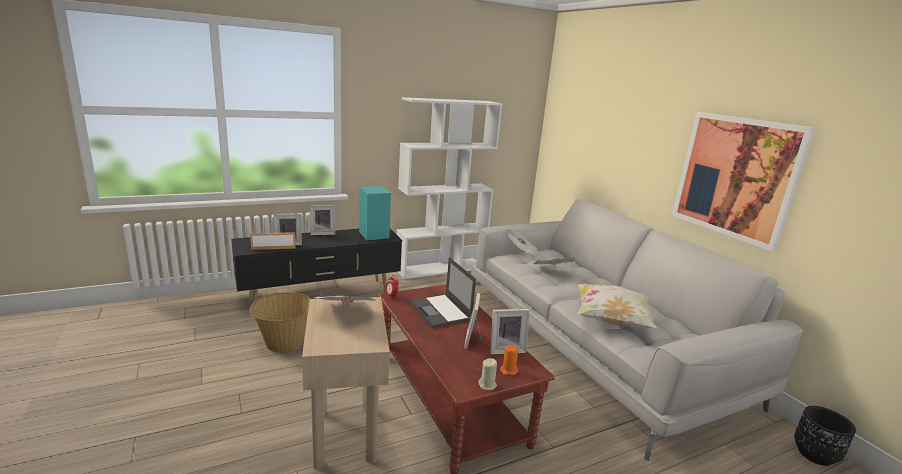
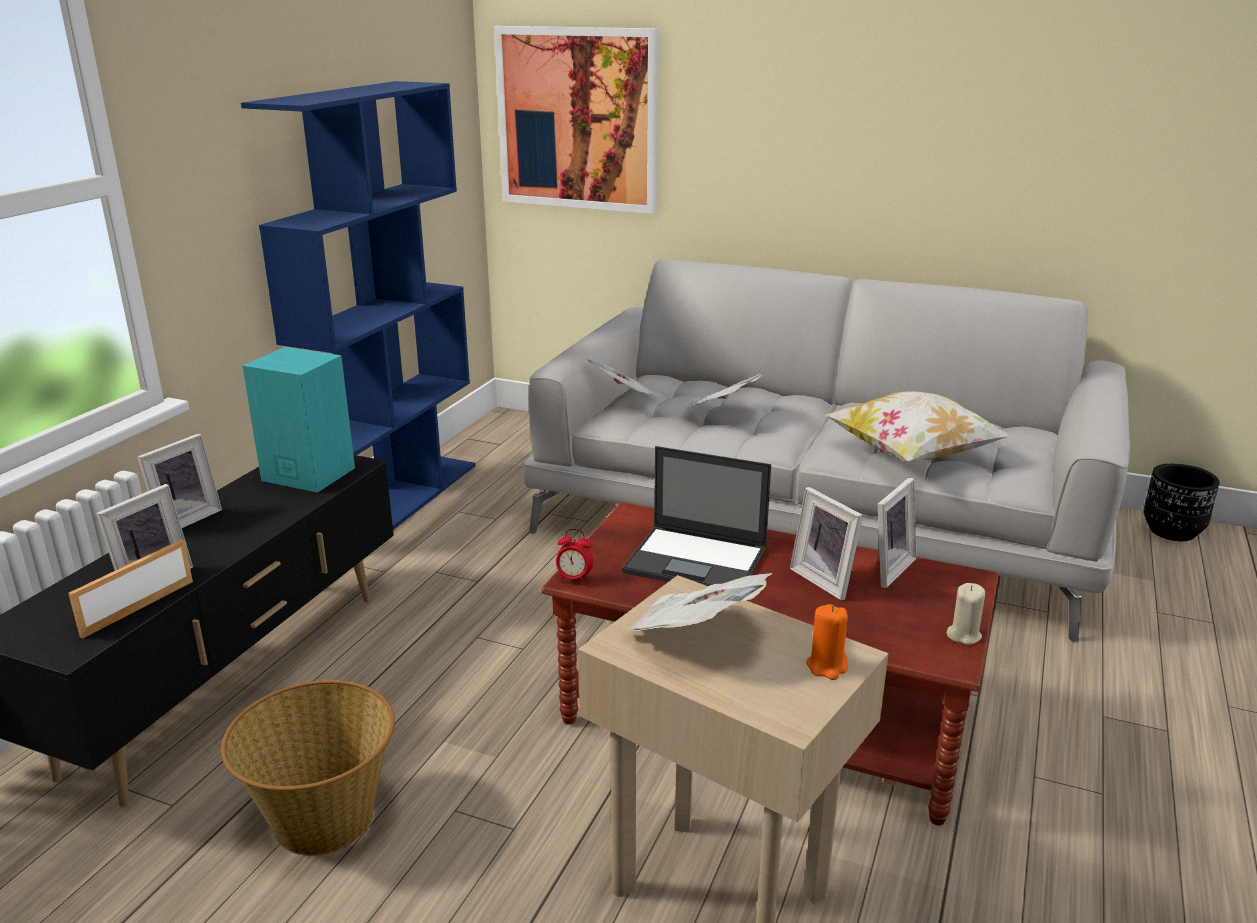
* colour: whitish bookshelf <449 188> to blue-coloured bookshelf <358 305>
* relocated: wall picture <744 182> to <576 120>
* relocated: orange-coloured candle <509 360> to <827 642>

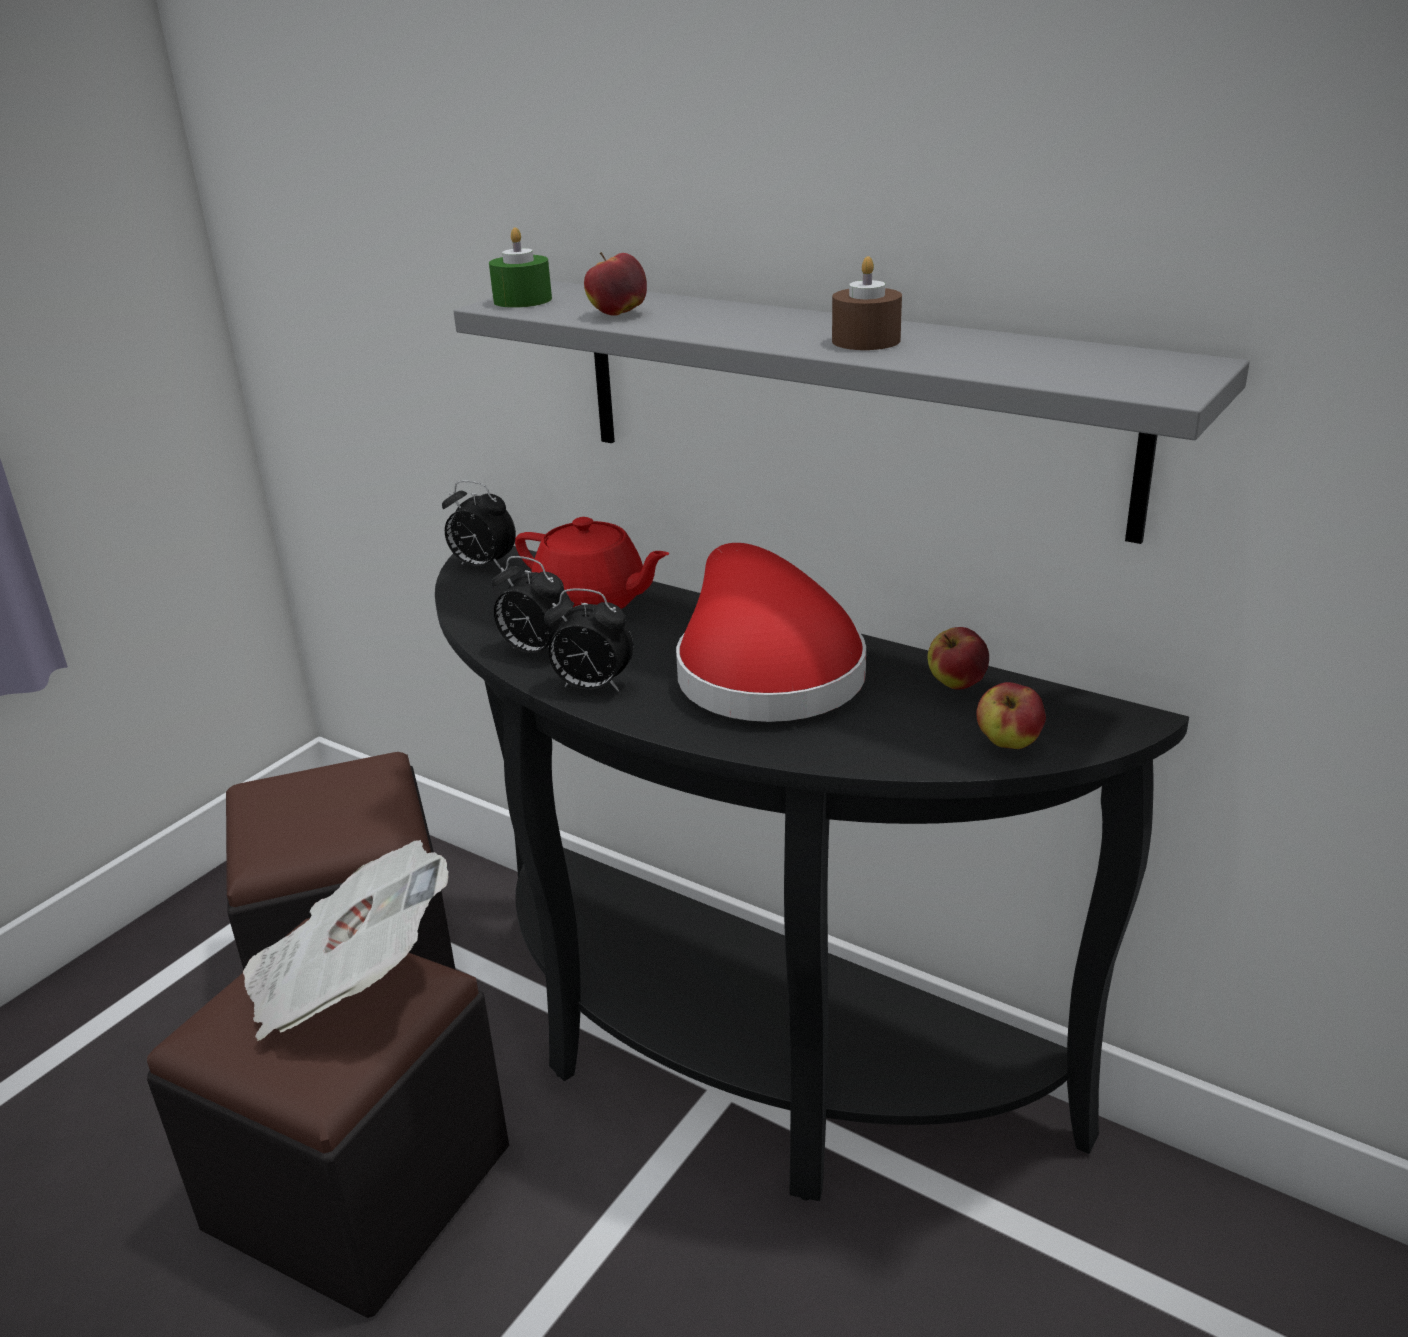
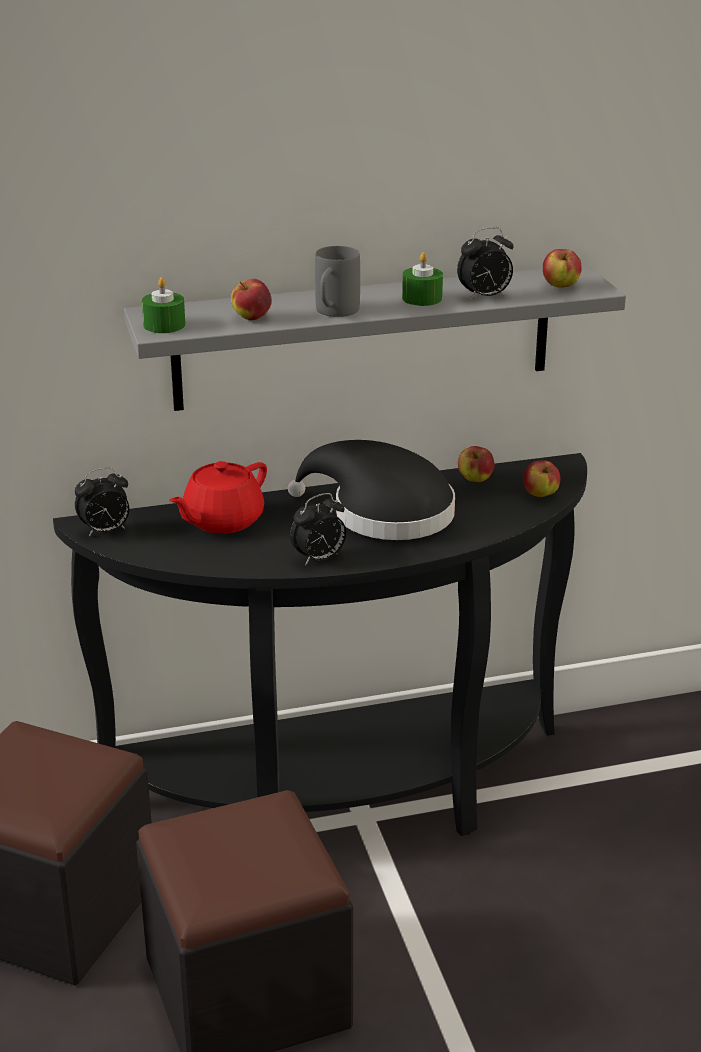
* colour: brown candle <867 303> to green-coloured candle <422 279>
* spun: red teapot <592 563> = <218 497> 150 degrees clockwise
* colour: red hat <771 632> to black-coloured hat <371 490>
* relocated: alarm clock <532 604> to <485 263>
* missing: newspaper <346 940>
* appeared: grey coffee mug <337 281>
* appeared: whole apple <562 268>

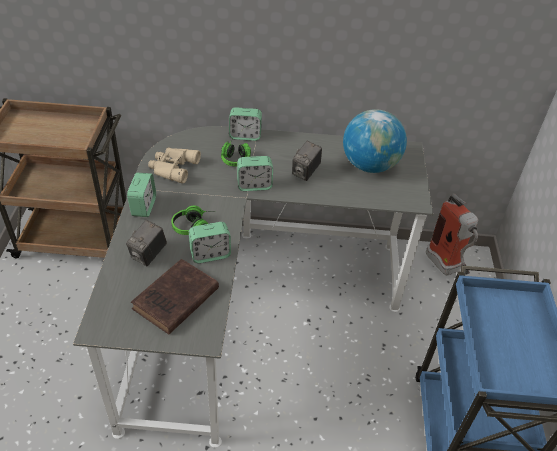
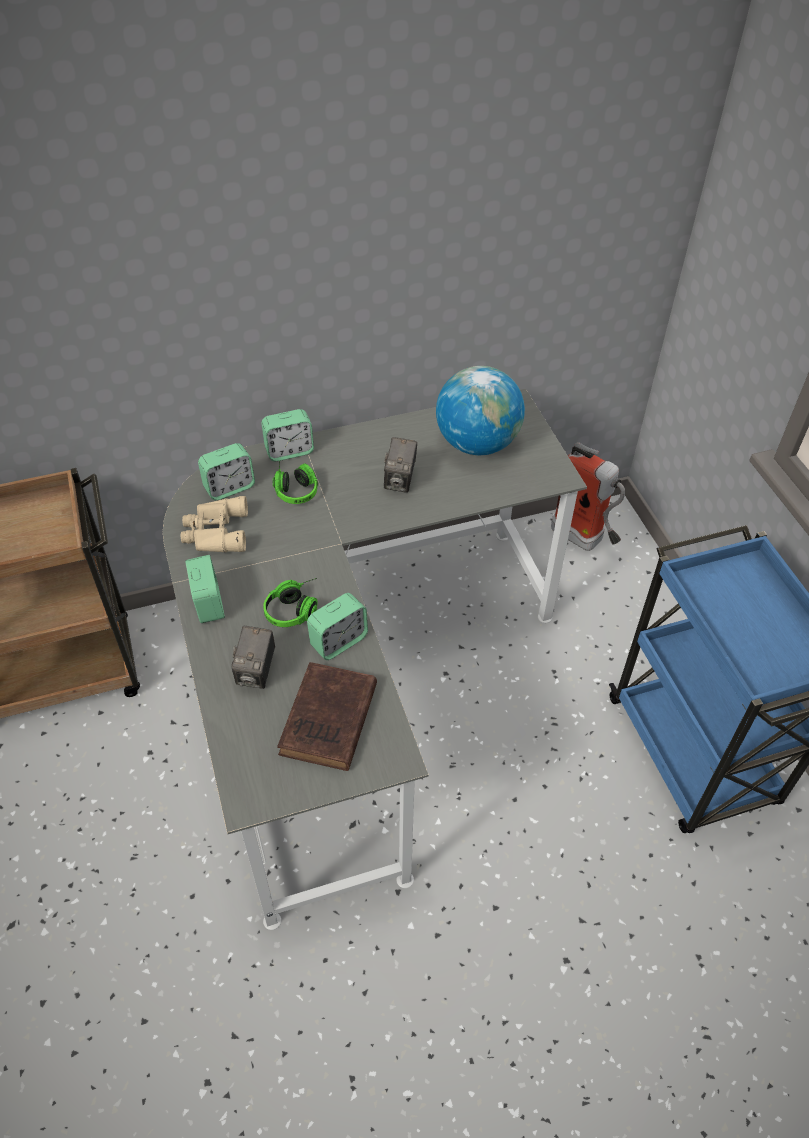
* relocated: alarm clock <255 173> to <226 471>

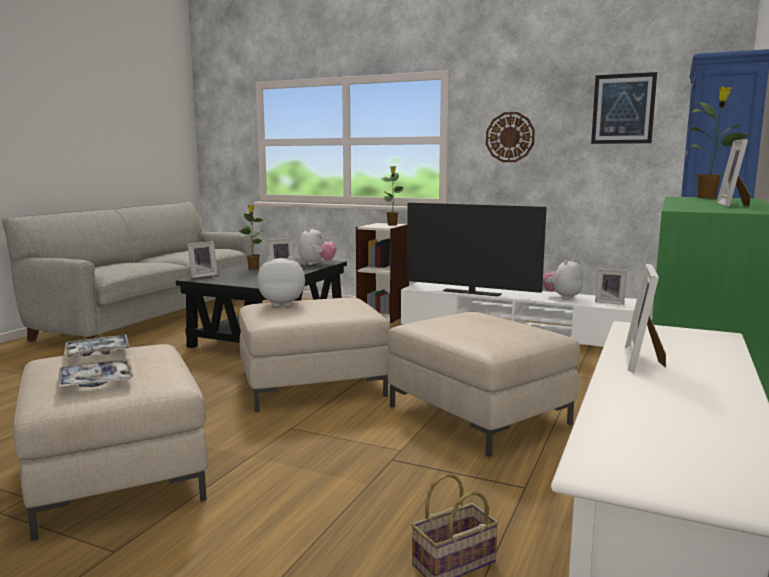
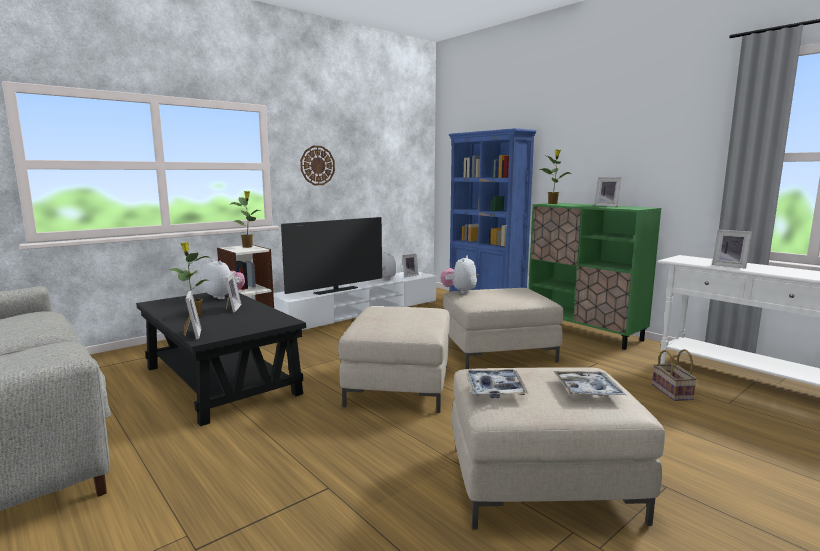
* missing: wall picture <624 108>
* relocated: plush toy <281 281> to <458 275>

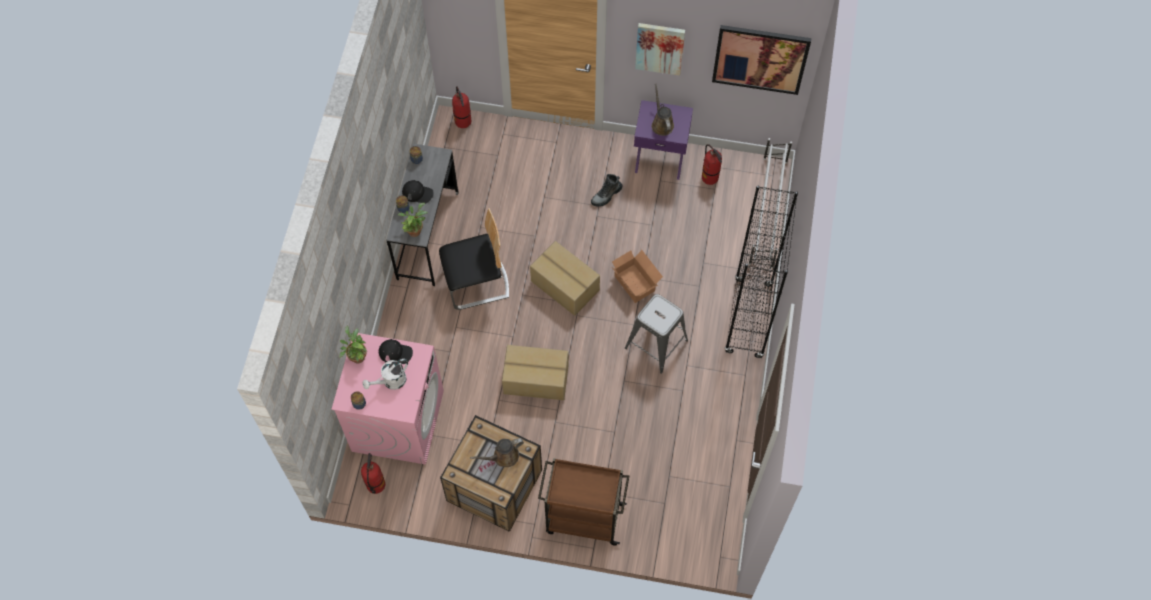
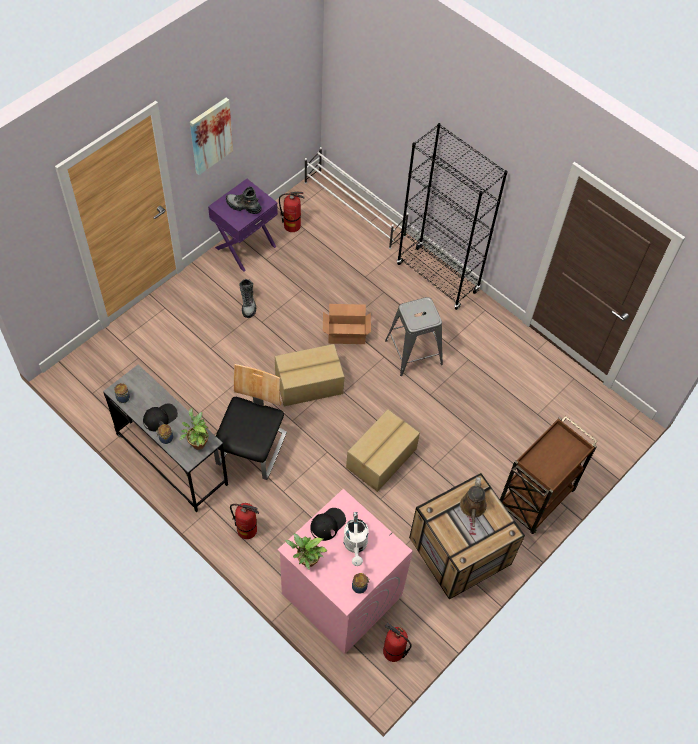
* missing: wall picture <762 60>
* exchanged: brown watering can <663 110> to boot <244 200>
* relocated: extinguisher <461 107> to <244 521>

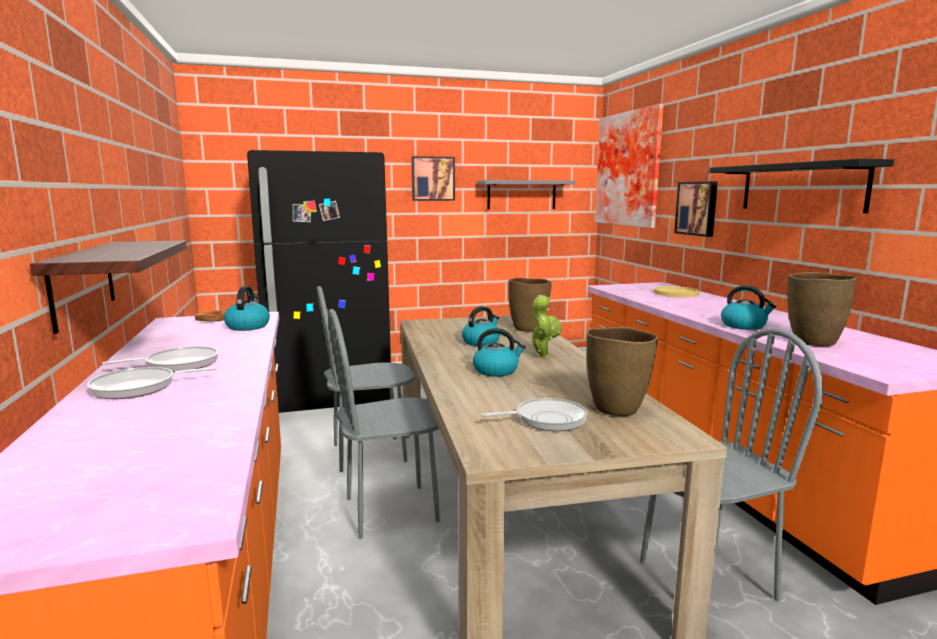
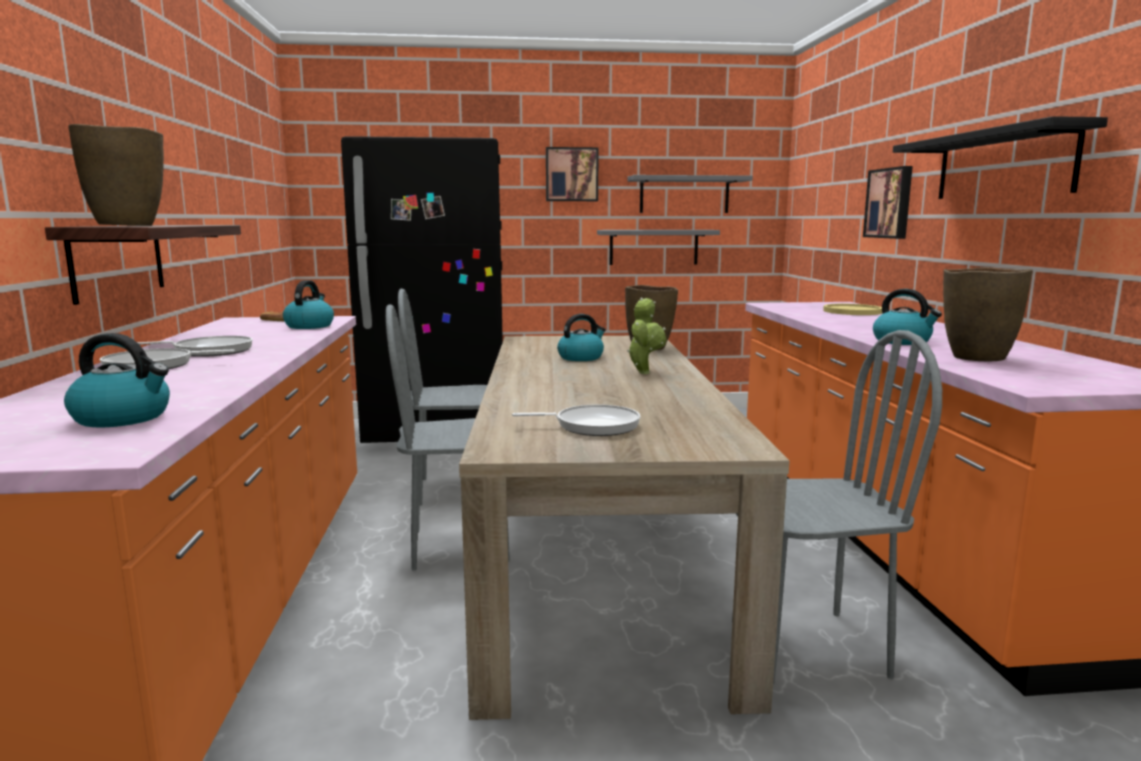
* missing: wall picture <629 166>
* relocated: brown vase <622 371> to <116 175>
* relocated: tea kettle <499 352> to <117 380>
* appeared: grey wall shelf <658 247>

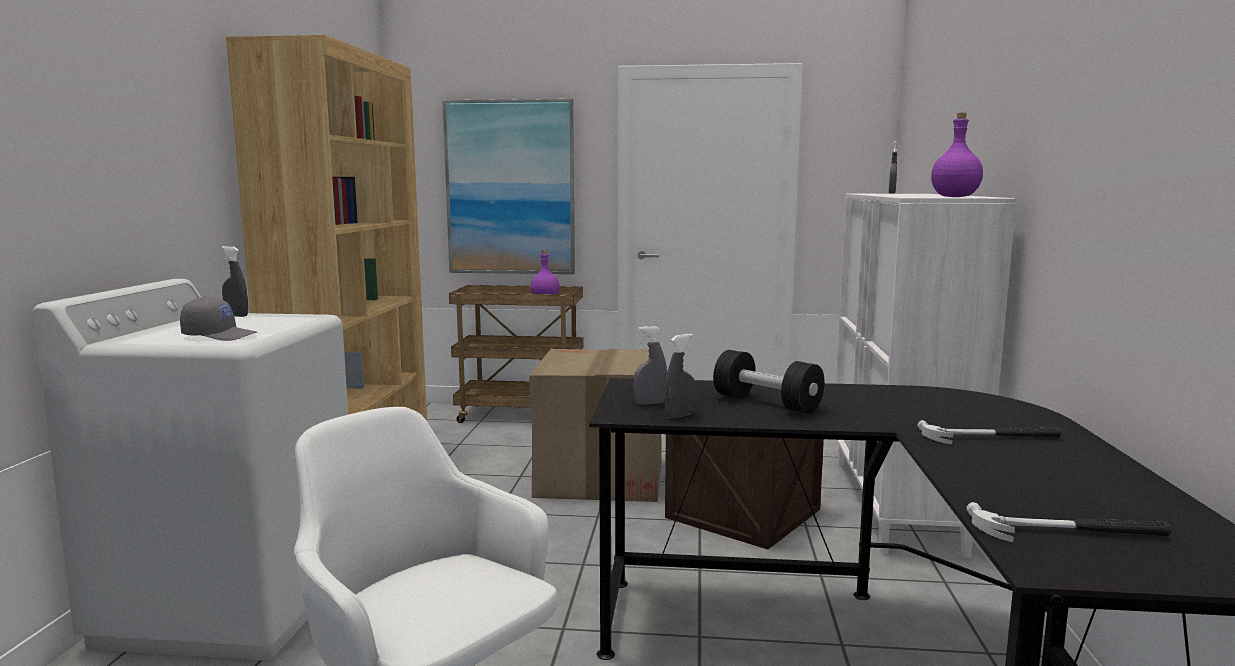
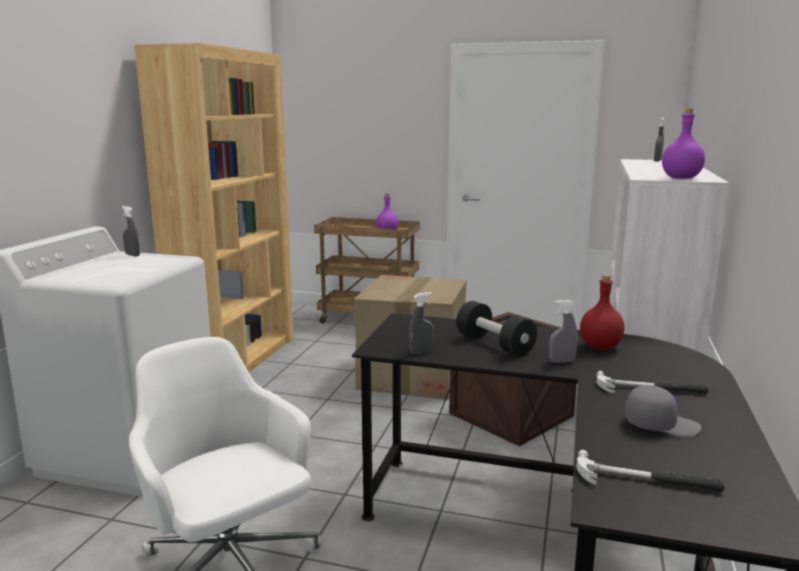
* missing: wall picture <509 186>
* relocated: grey cap <218 318> to <663 411>
* relocated: grey sprayer <650 365> to <563 331>
* appeared: red bottle <602 312>

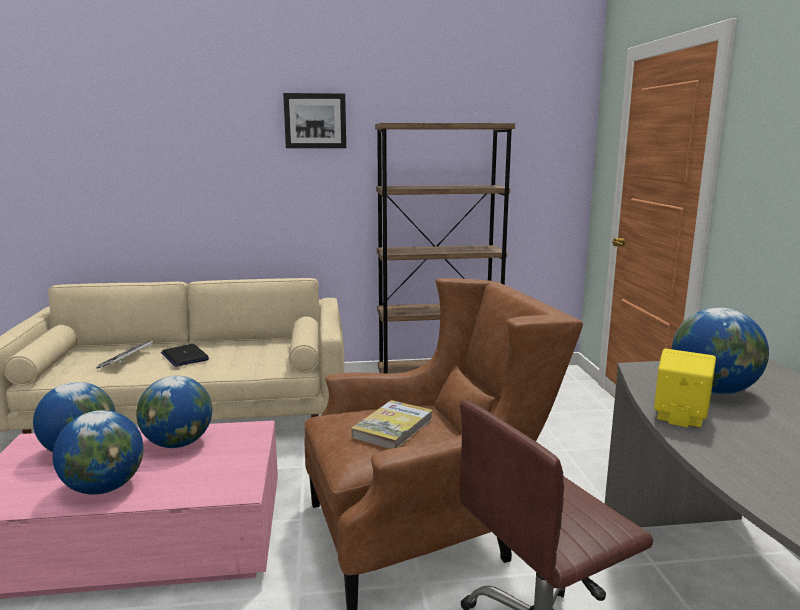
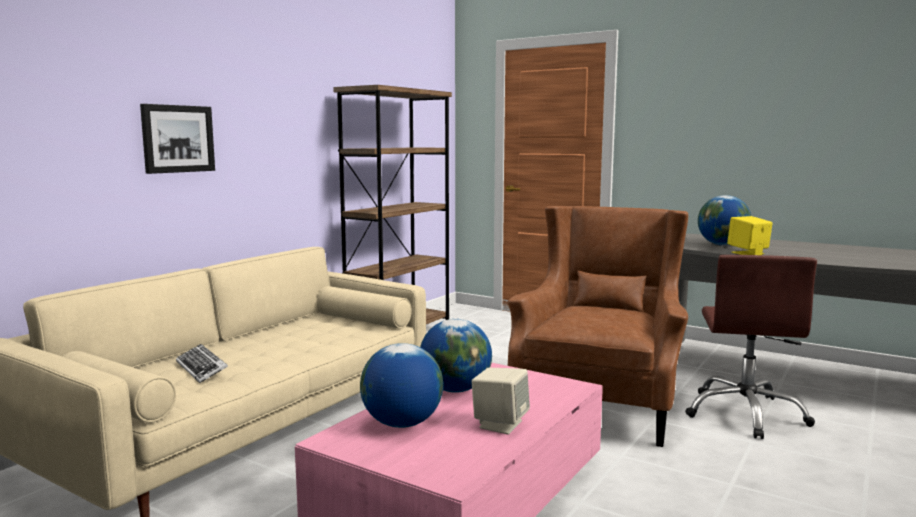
* relocated: wall picture <314 120> to <177 139>
* missing: portable computer <185 355>
* missing: bound book <392 424>
* exchanged: desk globe <98 452> to sand-coloured audio speaker <500 401>

